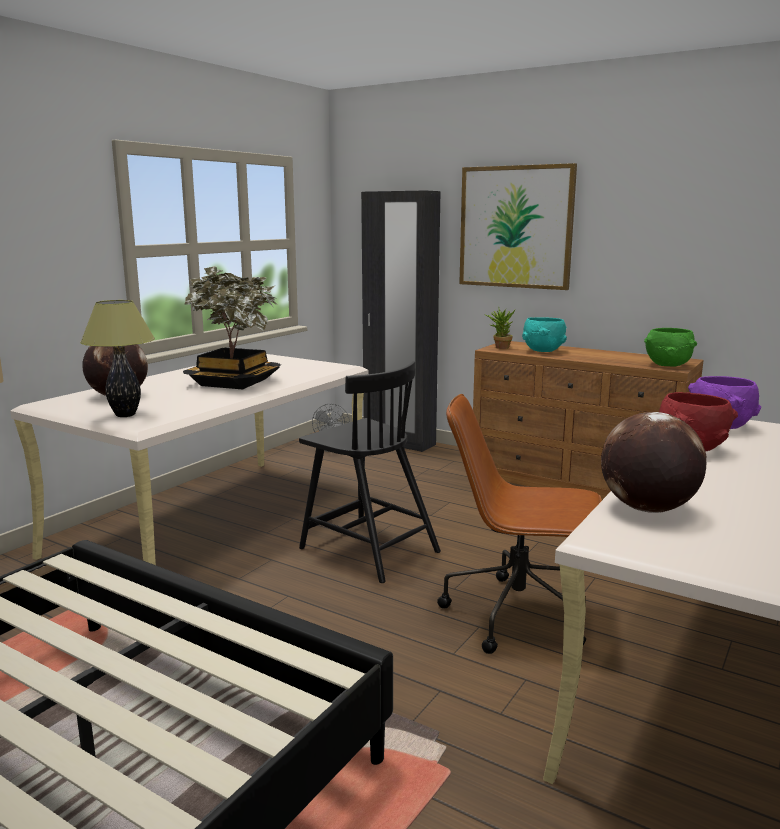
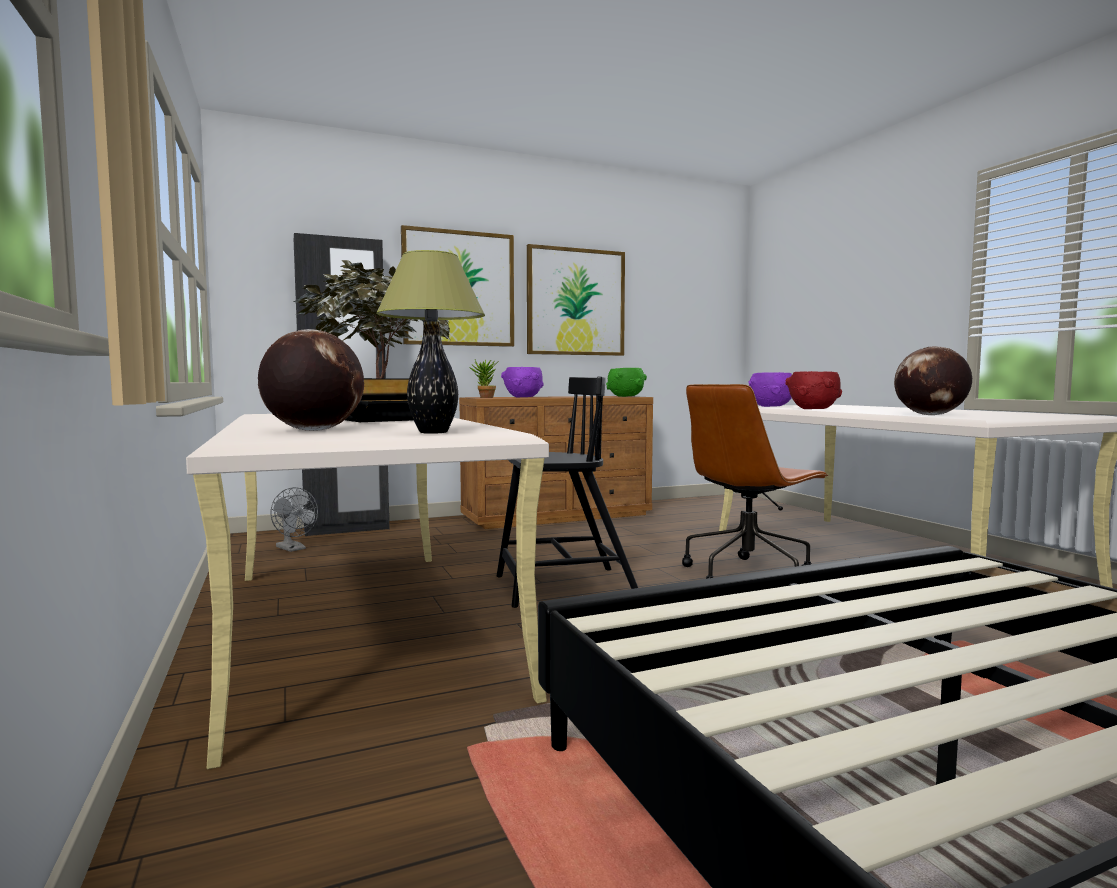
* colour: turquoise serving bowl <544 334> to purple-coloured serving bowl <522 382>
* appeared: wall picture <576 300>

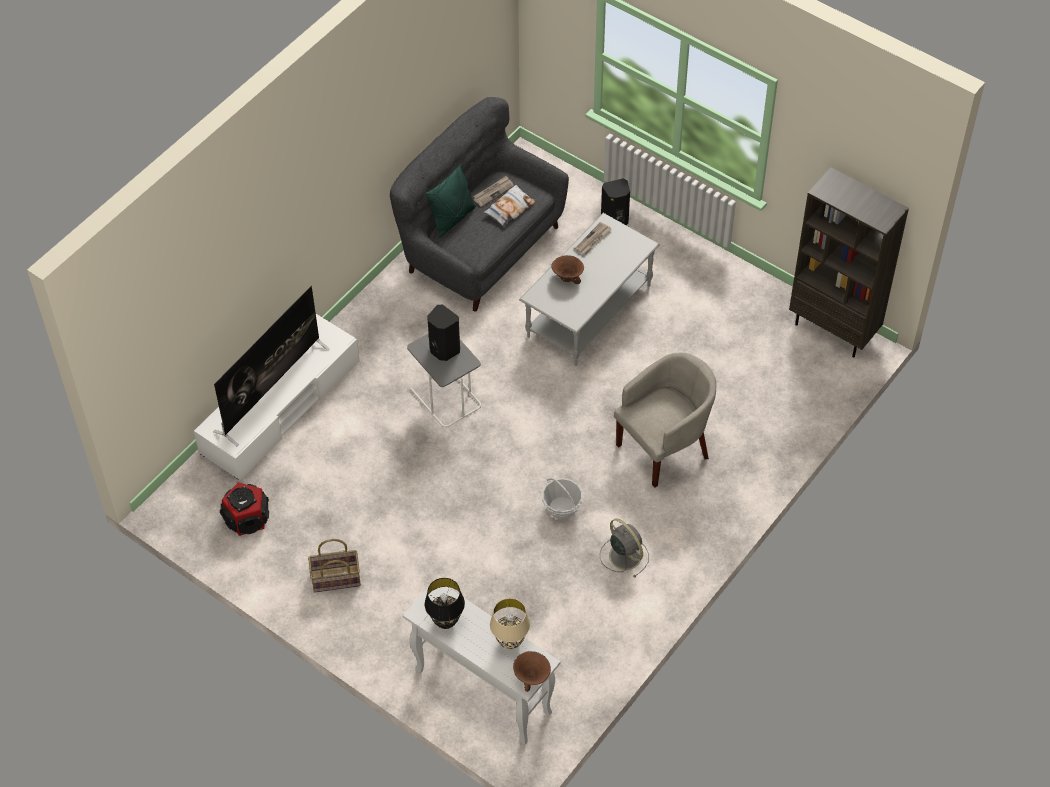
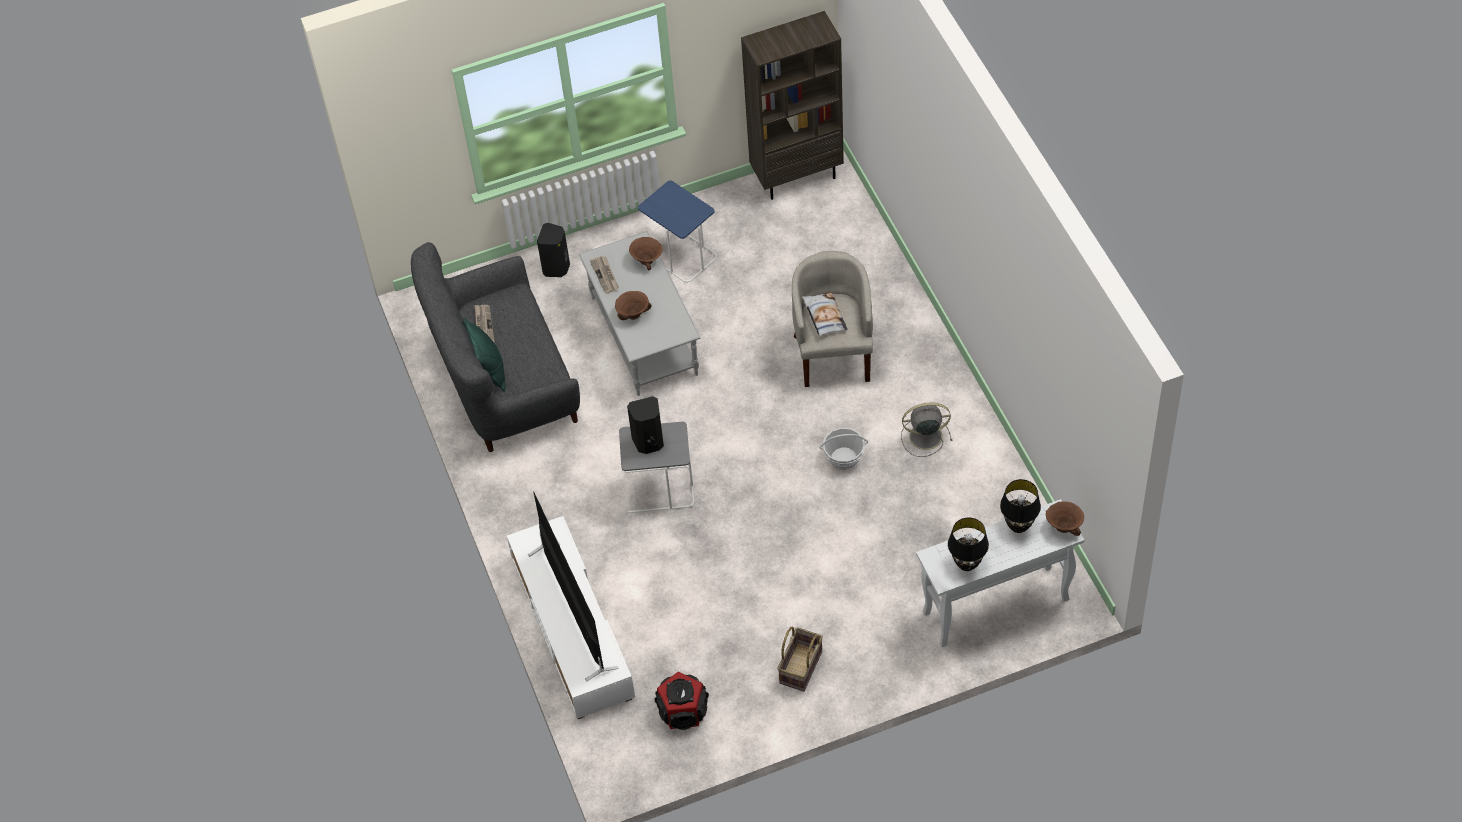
* relocated: pillow <510 206> to <825 314>
* colour: sand-coloured lamp for a table <510 624> to black-coloured lamp for a table <1020 506>
* appeared: blue-coloured side table <678 231>
* appeared: brown serving bowl <645 253>

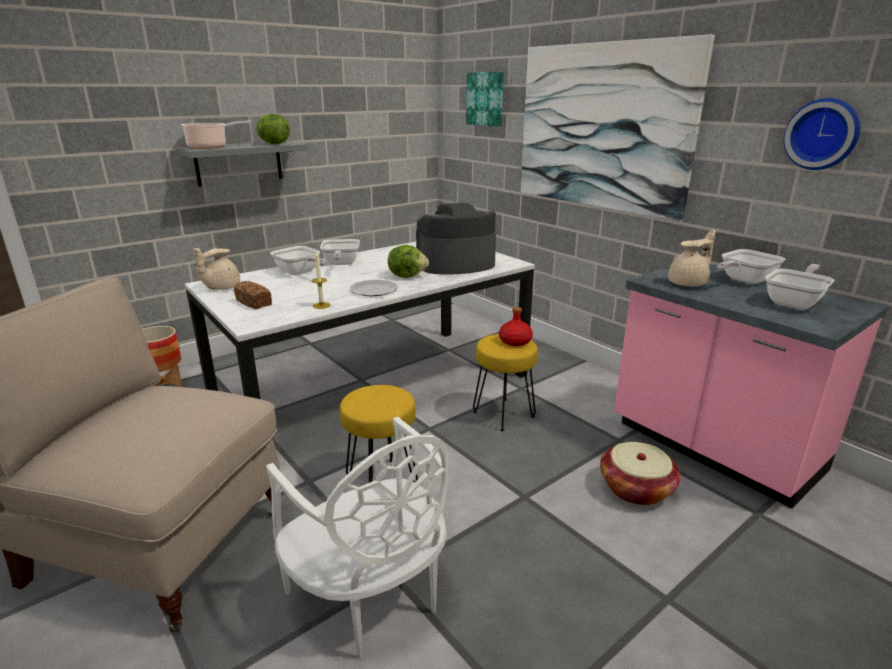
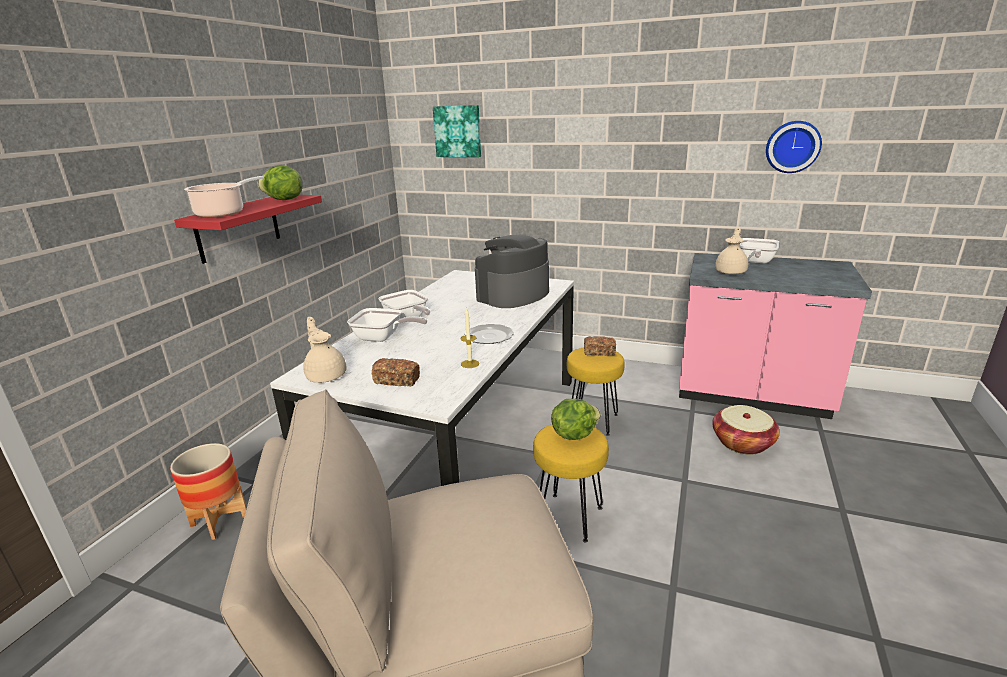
* missing: wall picture <618 128>
* colour: grey wall shelf <242 164> to red wall shelf <248 229>
* relocated: lettuce head <408 261> to <576 419>
* spun: sand-coloured teapot <216 269> = <325 350> 150 degrees clockwise
* missing: skillet <799 287>
* exchanged: red bottle <516 326> to bakery bread <600 346>
* missing: whitish upright chair <357 538>

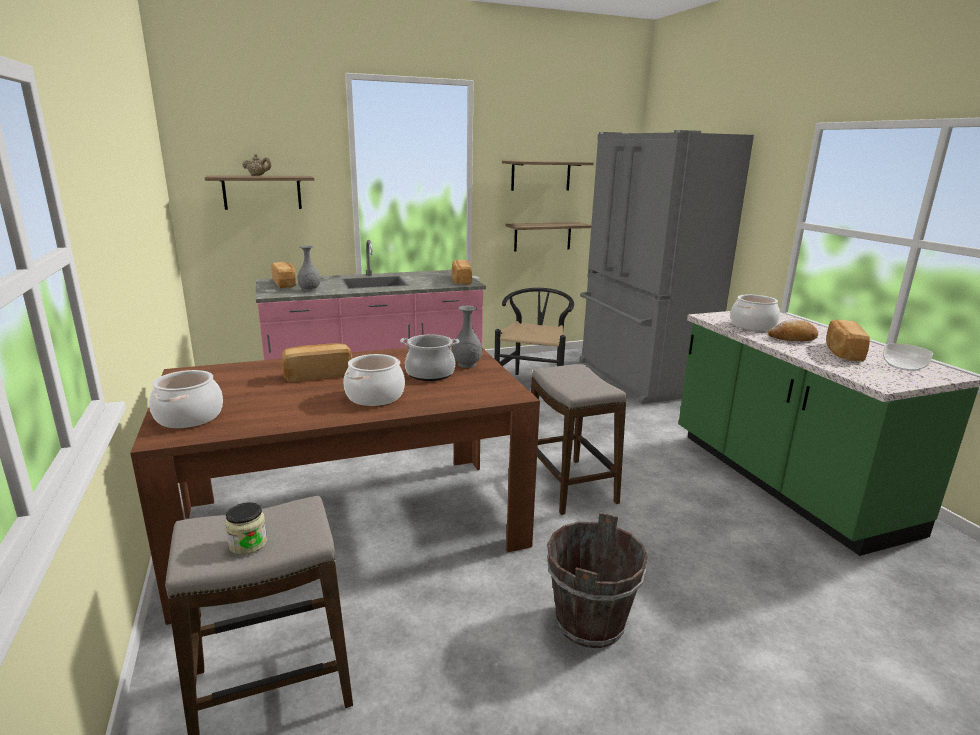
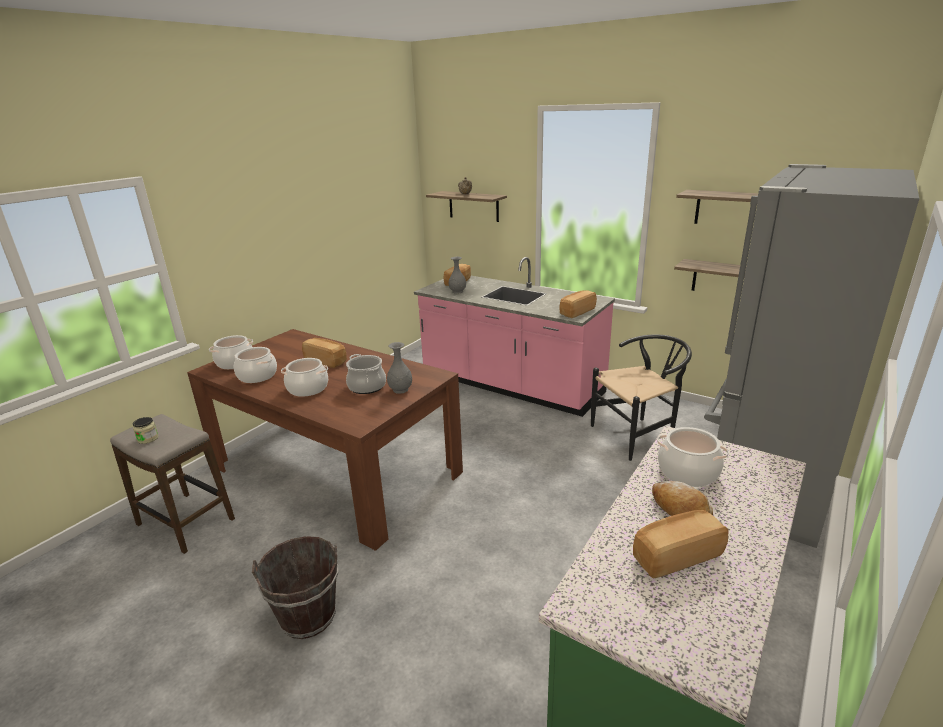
* missing: serving bowl <908 357>
* missing: sitting stool <579 439>
* appeared: saucepot <255 365>

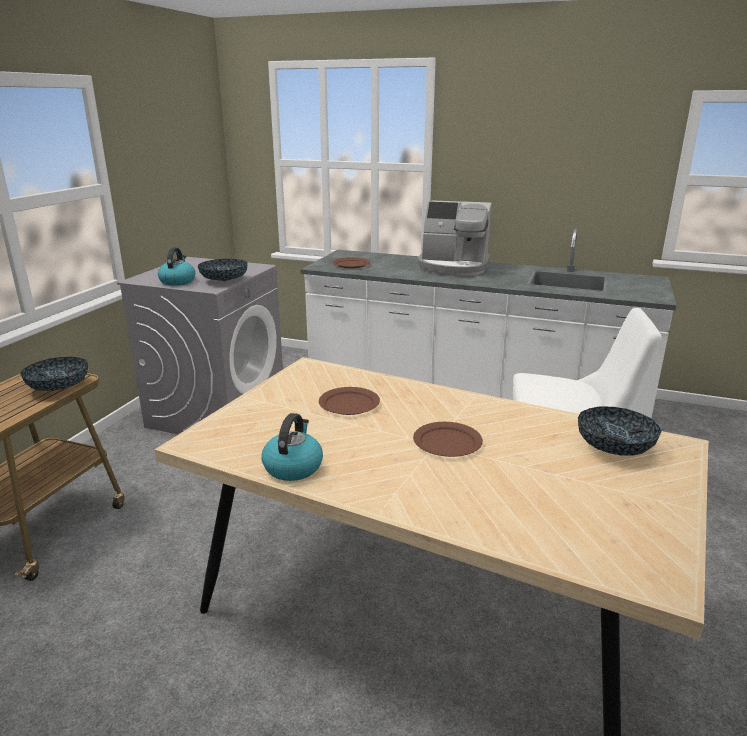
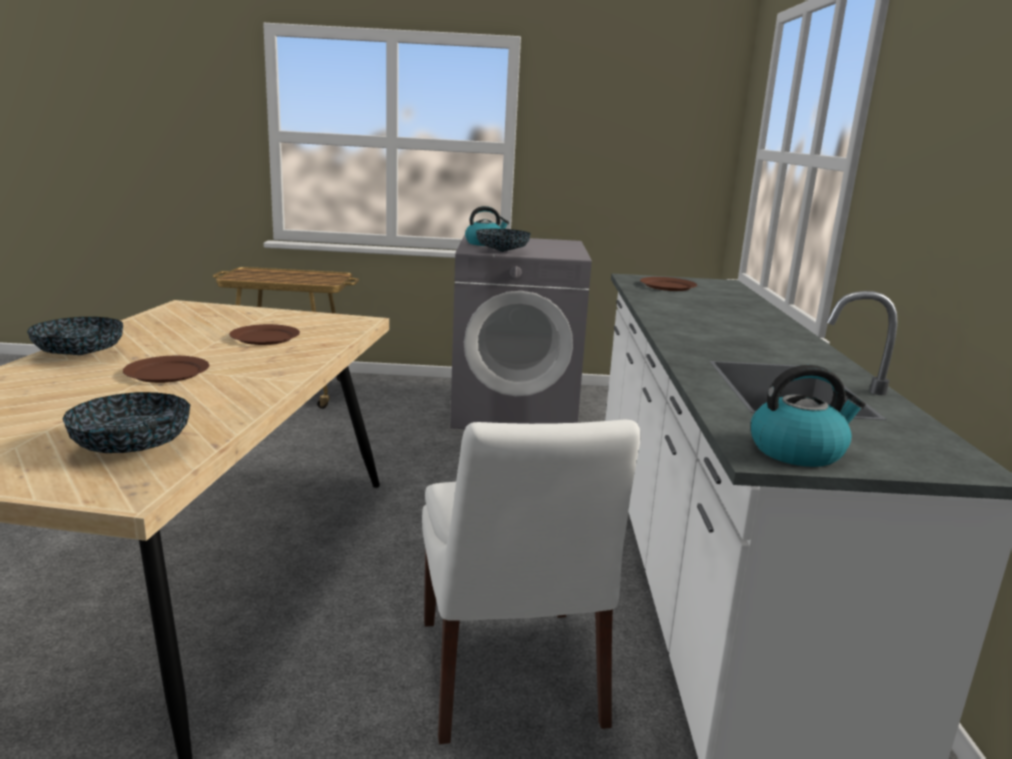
* missing: coffee machine <454 238>
* relocated: serving bowl <54 374> to <75 336>
* relocated: tea kettle <292 447> to <808 416>

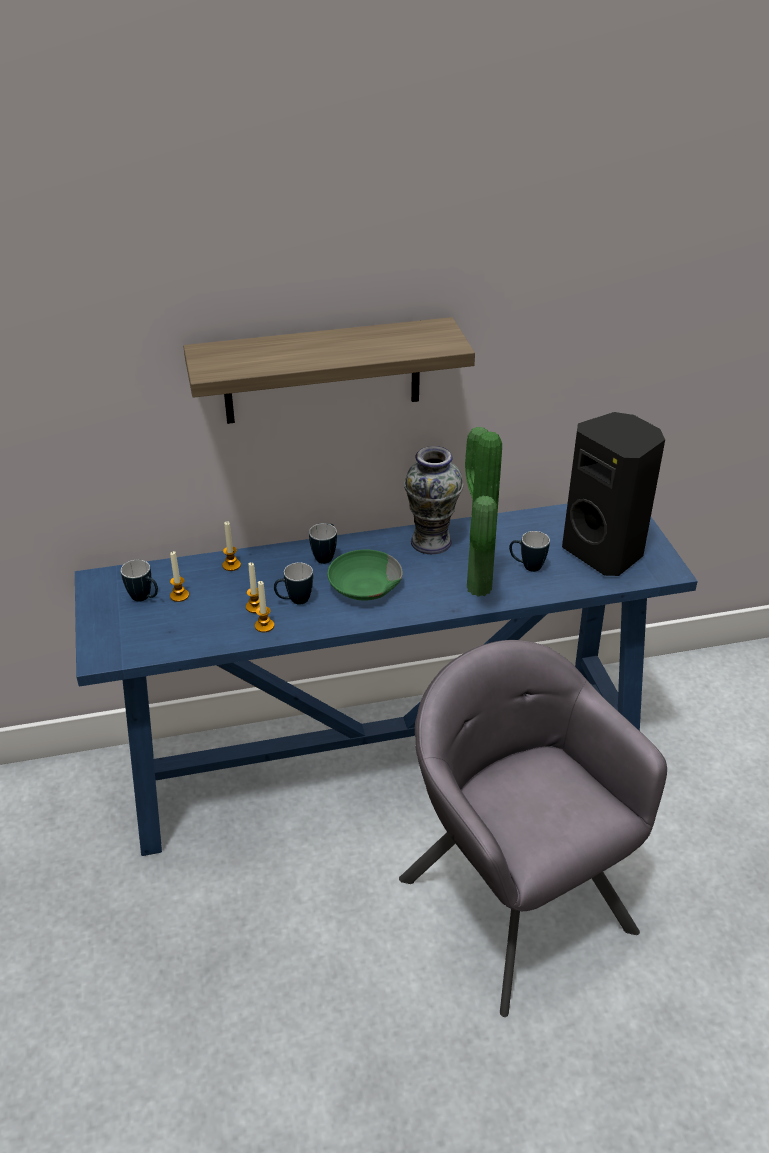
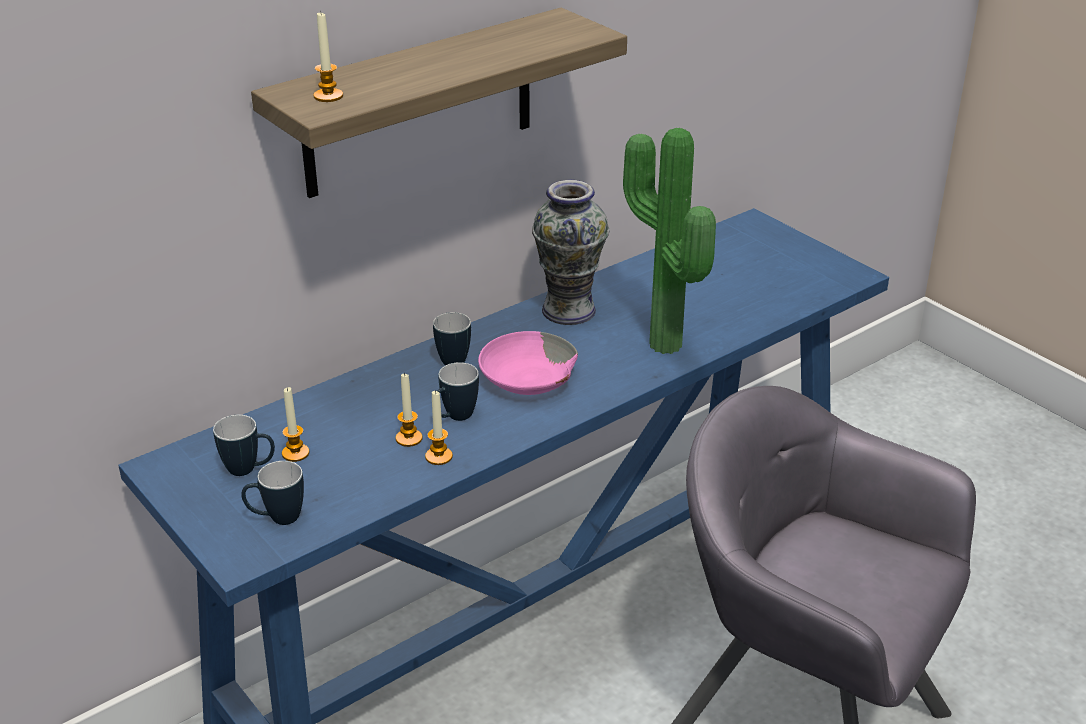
* missing: black-coloured audio speaker <613 494>
* relocated: candle <231 546> to <328 57>
* relocated: coffee mug <529 551> to <272 493>
* colour: green-coloured serving bowl <365 574> to pink serving bowl <528 363>

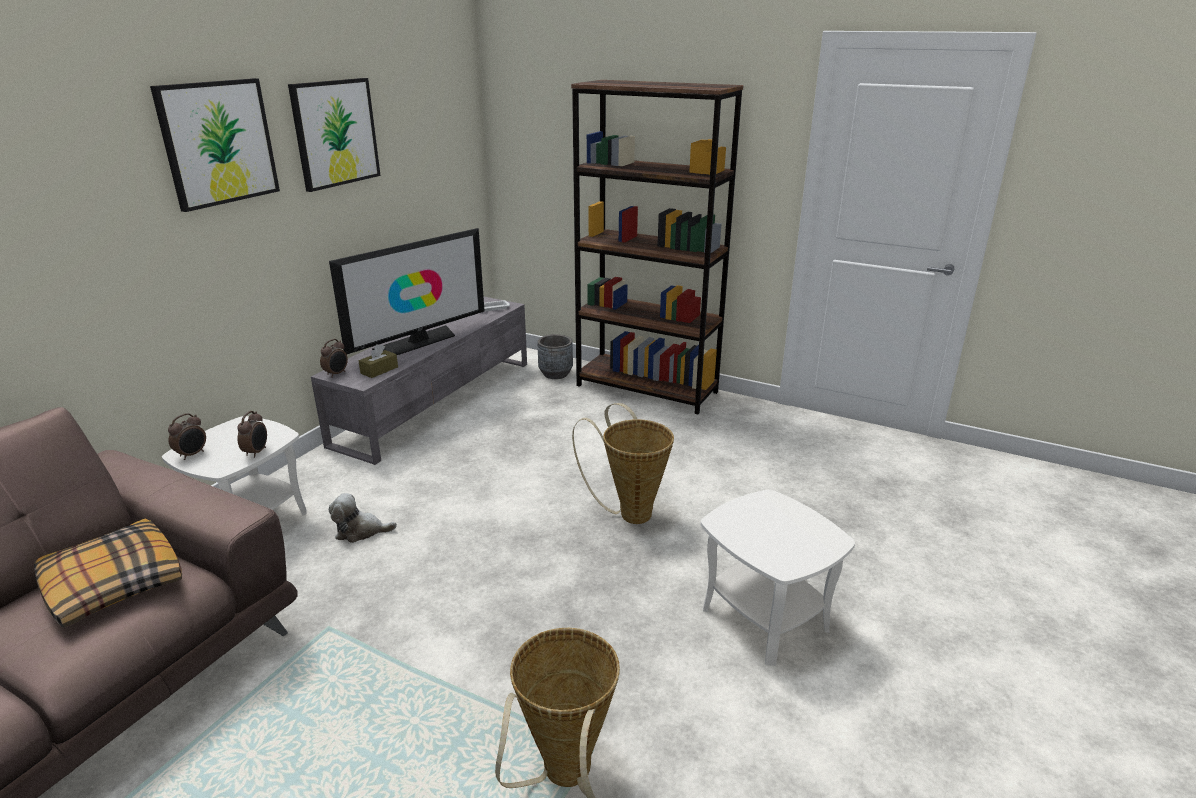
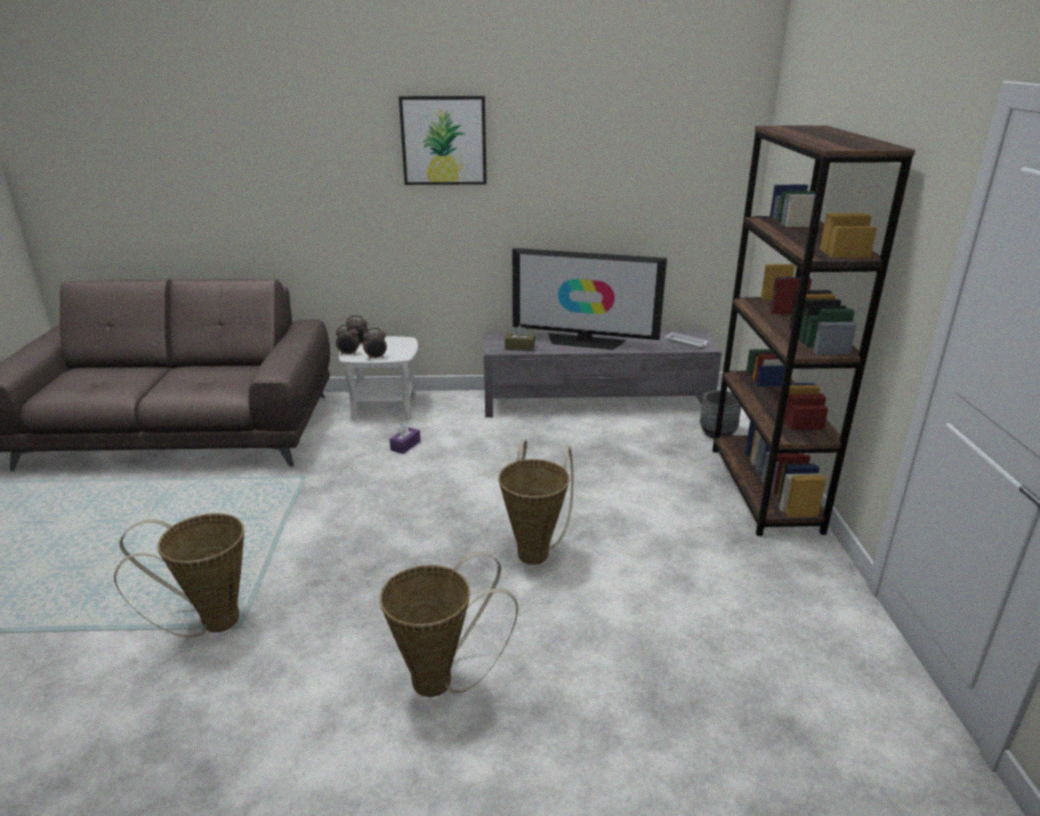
* missing: wall picture <334 135>
* relocated: alarm clock <334 358> to <348 340>
* exchanged: whitish side table <778 577> to basket <449 624>
* exchanged: plush toy <363 518> to purple-coloured tissue holder <405 438>
* missing: pillow <108 573>

